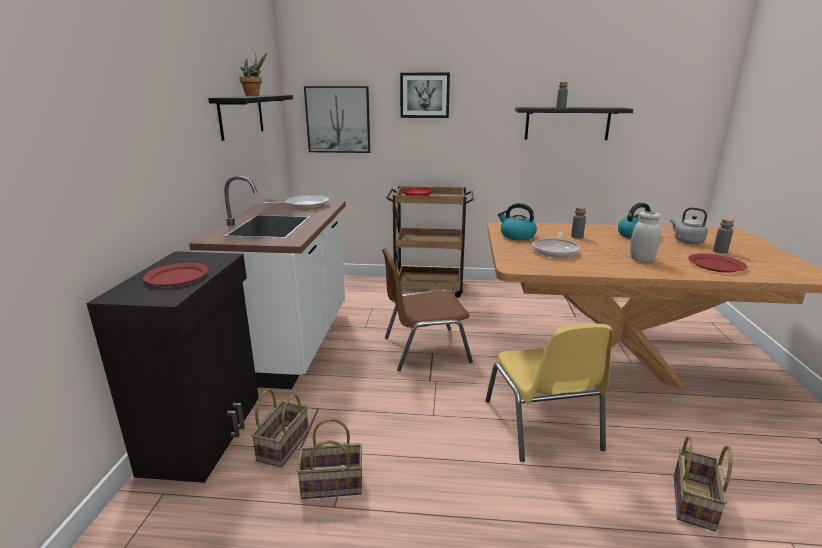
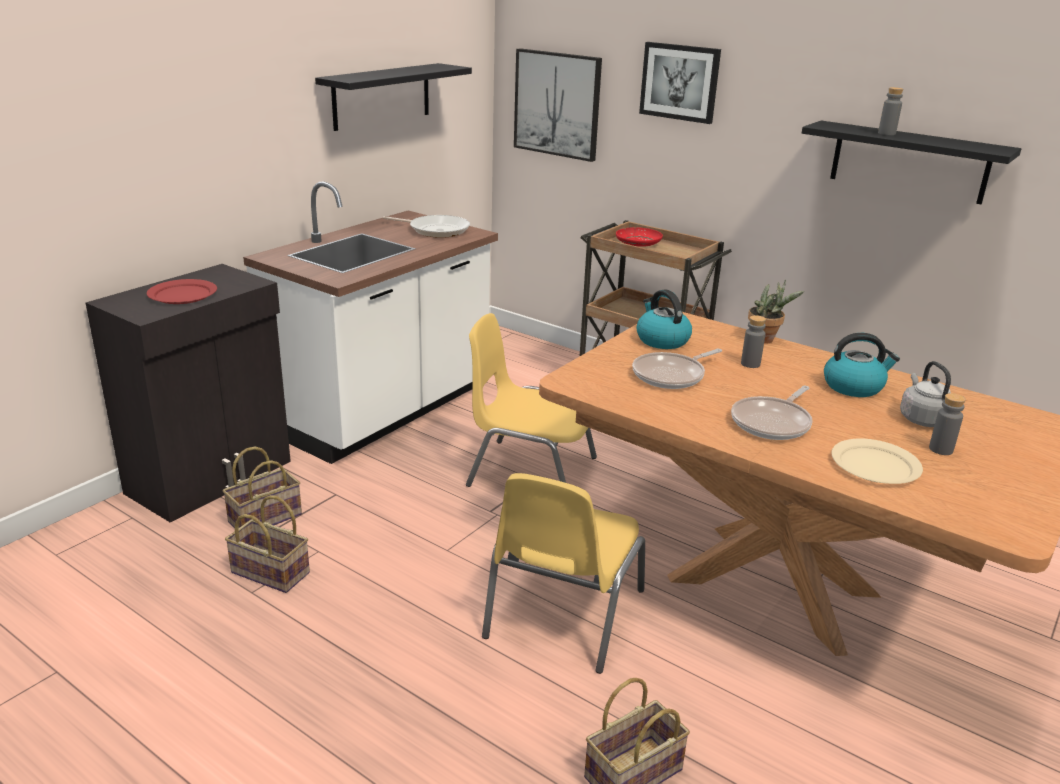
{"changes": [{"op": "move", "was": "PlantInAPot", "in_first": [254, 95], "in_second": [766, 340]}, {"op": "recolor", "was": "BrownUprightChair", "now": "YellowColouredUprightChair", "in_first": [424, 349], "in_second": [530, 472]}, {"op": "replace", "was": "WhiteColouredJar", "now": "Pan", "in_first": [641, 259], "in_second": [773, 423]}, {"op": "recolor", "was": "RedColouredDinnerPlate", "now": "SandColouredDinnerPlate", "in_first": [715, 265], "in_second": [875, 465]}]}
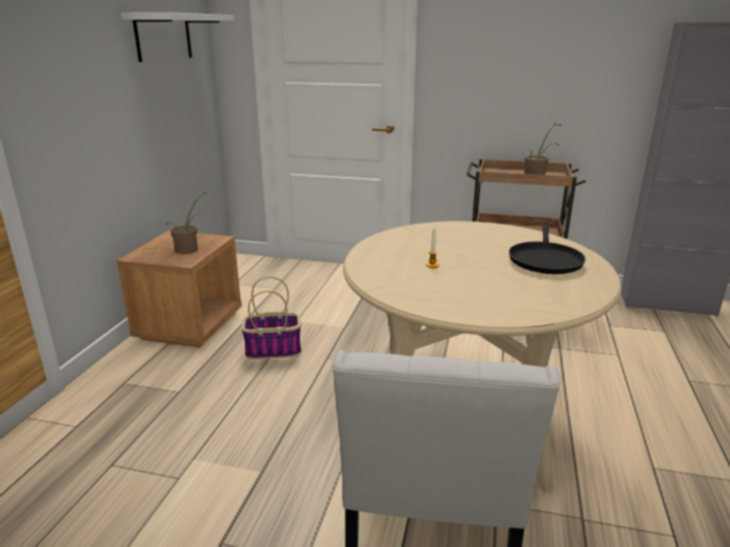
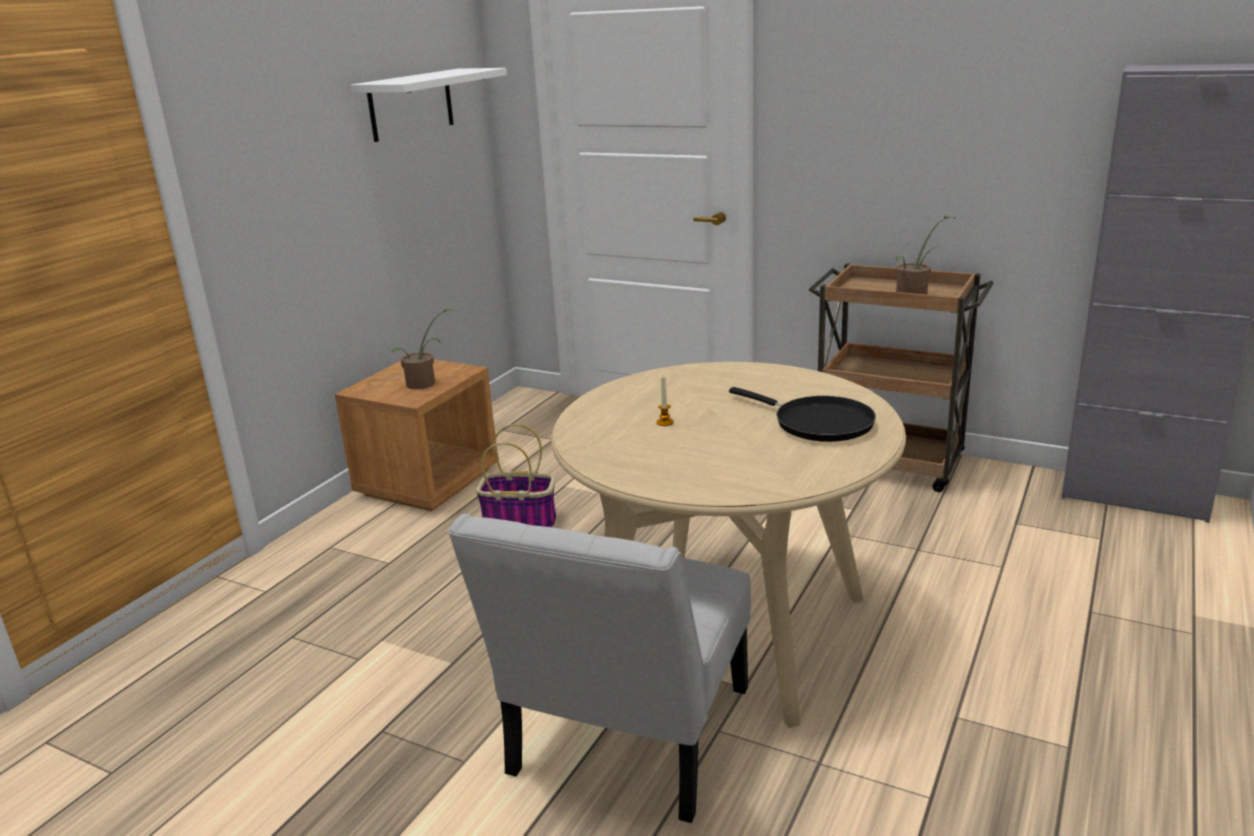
{"changes": [{"op": "rotate", "was": "BlackColouredPan", "in_first": [545, 260], "in_second": [817, 423], "clockwise": -75}]}
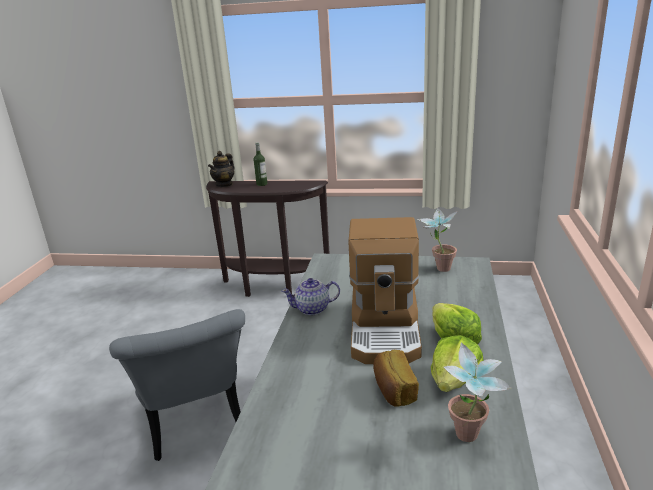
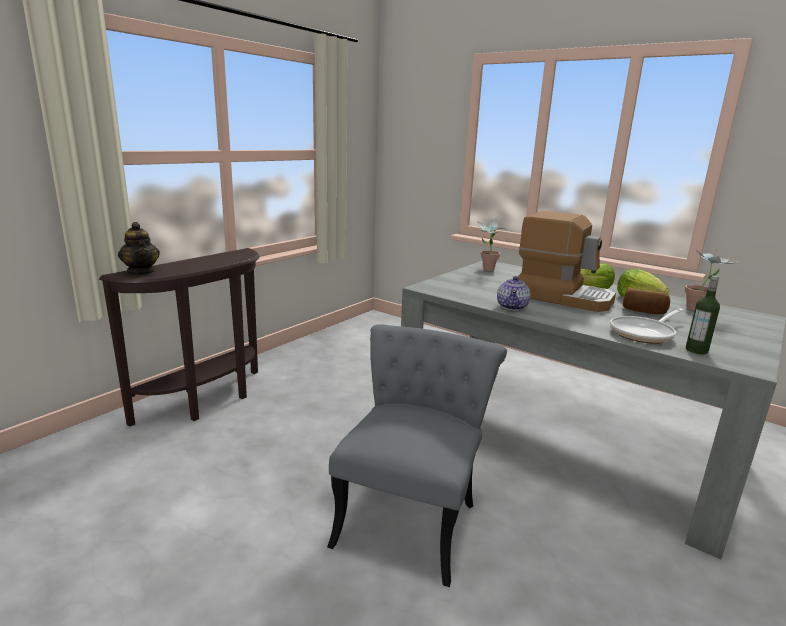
{"changes": [{"op": "rotate", "was": "GrayUprightChair", "in_first": [197, 426], "in_second": [412, 514], "clockwise": -75}, {"op": "move", "was": "Bottle", "in_first": [262, 184], "in_second": [696, 350]}, {"op": "insert", "now": "Pan", "in_second": [644, 333]}]}
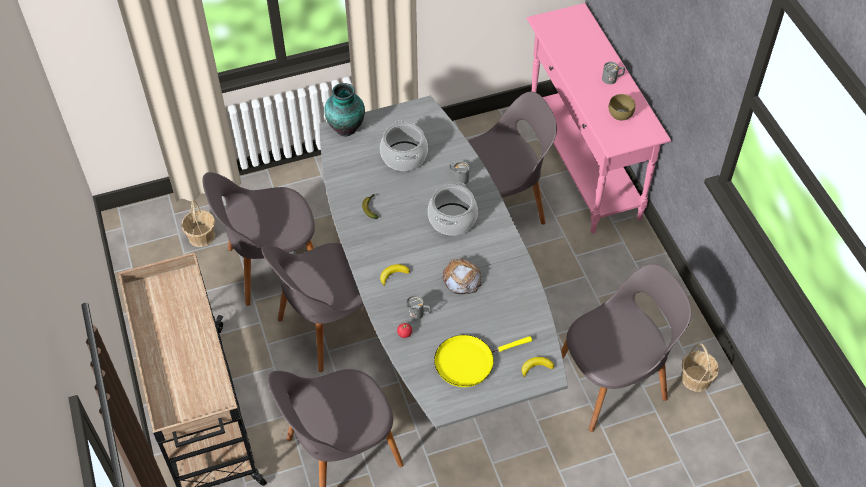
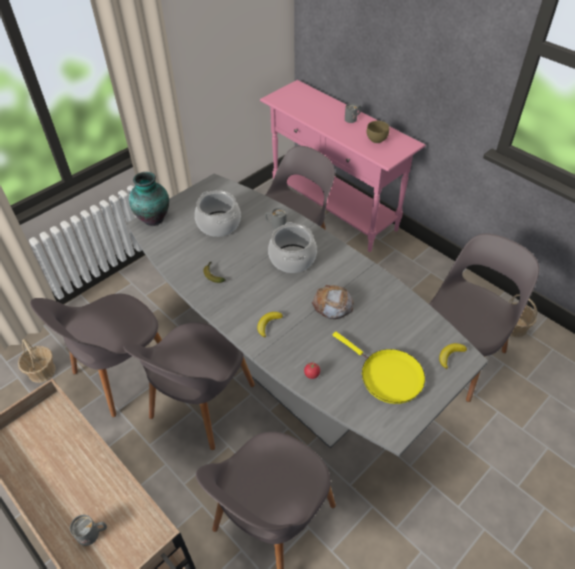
{"changes": [{"op": "move", "was": "GrayMug", "in_first": [419, 314], "in_second": [93, 533]}, {"op": "rotate", "was": "YellowColouredPan", "in_first": [468, 361], "in_second": [387, 376], "clockwise": -90}]}
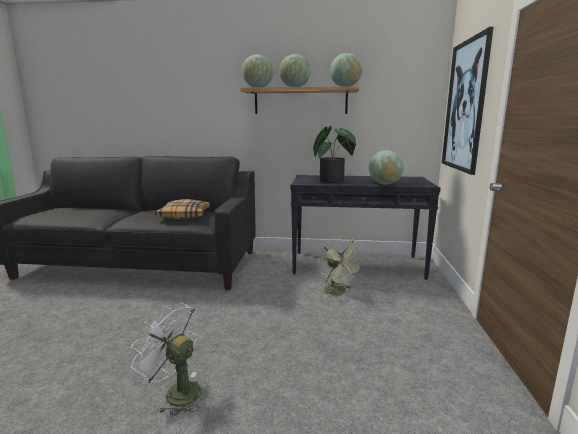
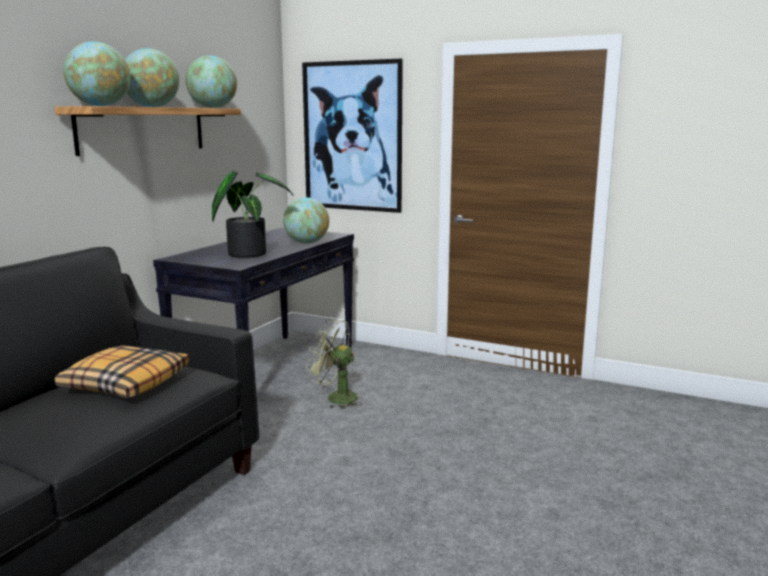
{"changes": [{"op": "delete", "was": "WhiteColouredElectricFan", "in_first": [176, 392]}, {"op": "rotate", "was": "GreenColouredElectricFan", "in_first": [338, 292], "in_second": [335, 398], "clockwise": -150}]}
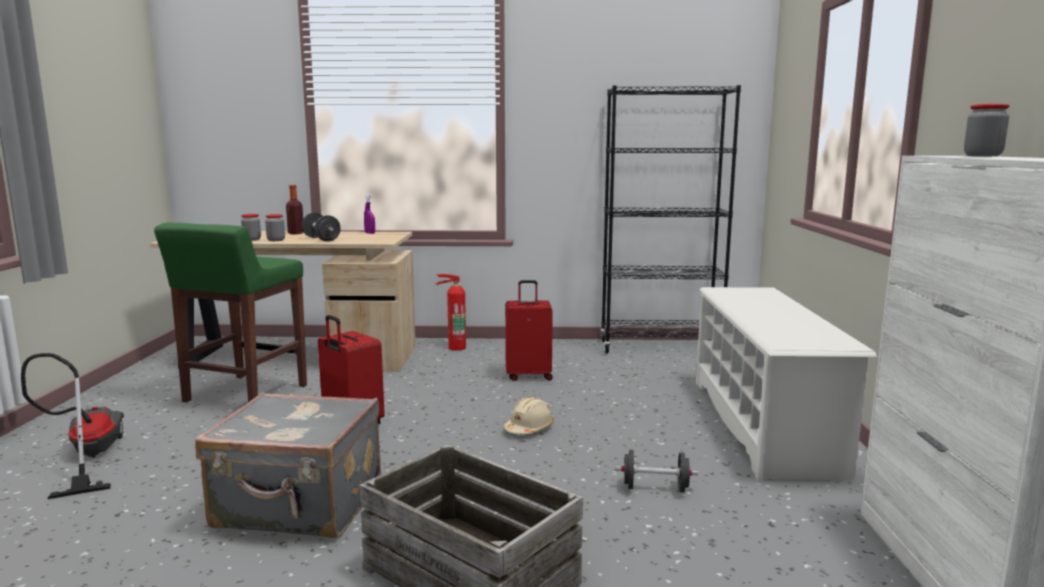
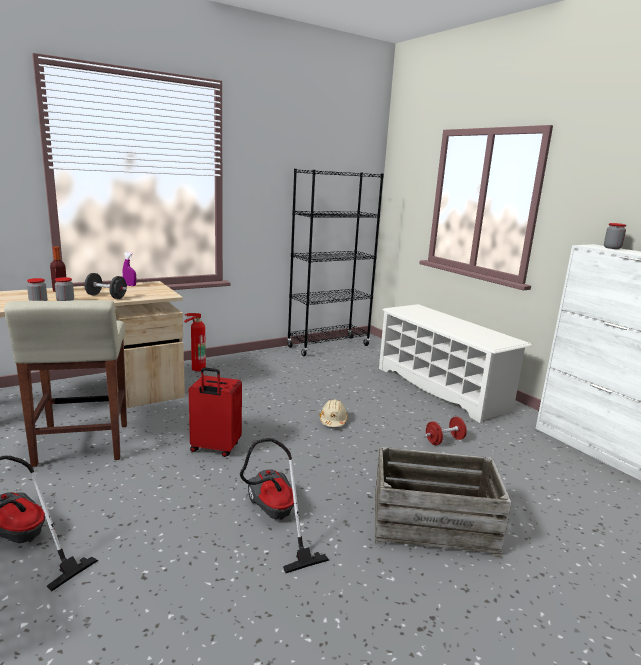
{"changes": [{"op": "recolor", "was": "GreenColouredSittingStool", "now": "SandColouredSittingStool", "in_first": [244, 394], "in_second": [82, 445]}, {"op": "replace", "was": "GrayPieceOfLuggage", "now": "Hoover", "in_first": [300, 506], "in_second": [274, 519]}, {"op": "delete", "was": "RedColouredPieceOfLuggage", "in_first": [529, 375]}, {"op": "recolor", "was": "BlackColouredDumbbell", "now": "RedColouredDumbbell", "in_first": [655, 488], "in_second": [444, 440]}]}
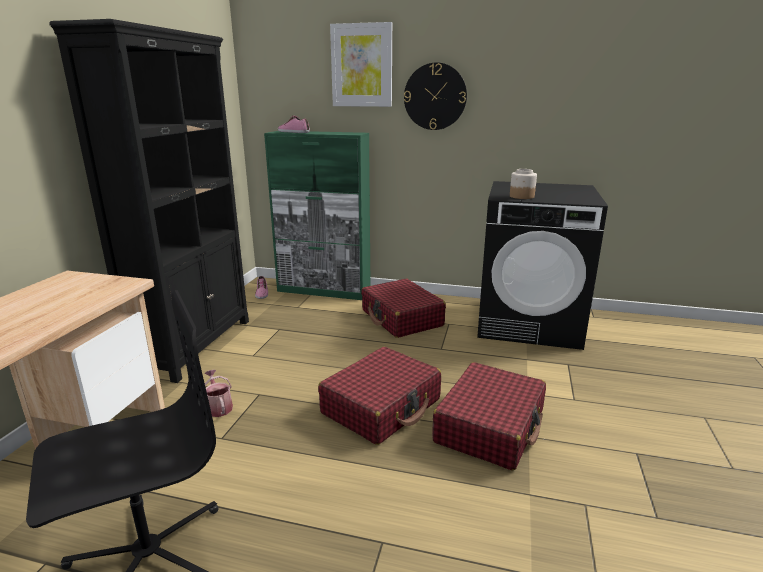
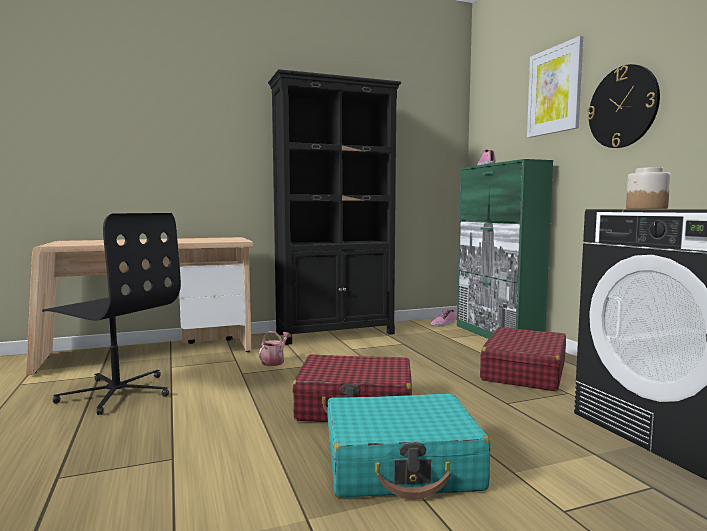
{"changes": [{"op": "recolor", "was": "RedColouredPieceOfLuggage", "now": "TurquoiseColouredPieceOfLuggage", "in_first": [490, 427], "in_second": [402, 465]}]}
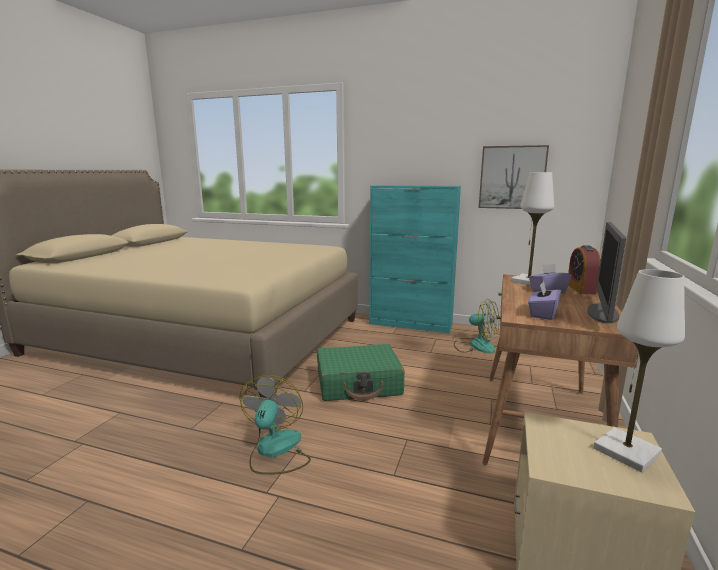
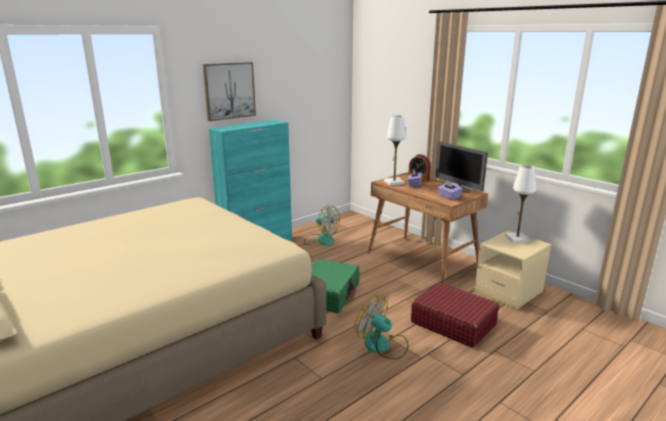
{"changes": [{"op": "rotate", "was": "ElectricFan", "in_first": [475, 345], "in_second": [321, 240], "clockwise": 60}, {"op": "move", "was": "Picture", "in_first": [512, 177], "in_second": [229, 90]}, {"op": "insert", "now": "RedColouredPieceOfLuggage", "in_second": [453, 323]}]}
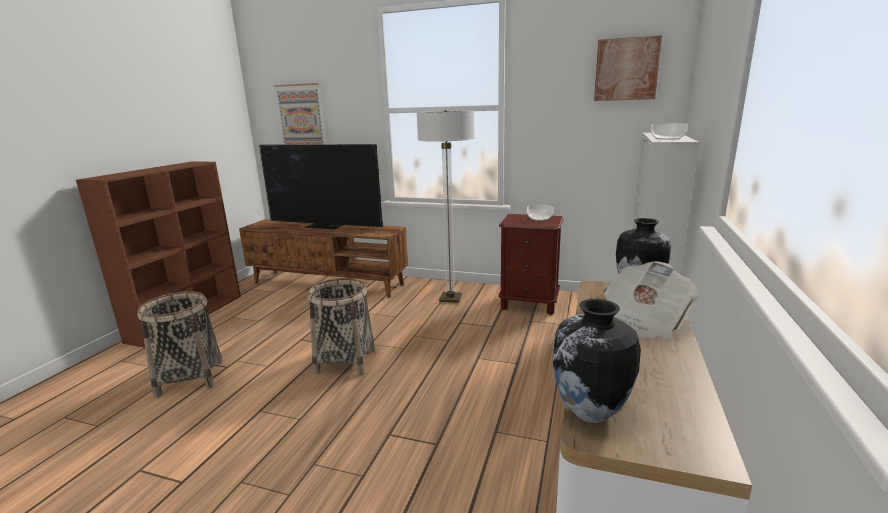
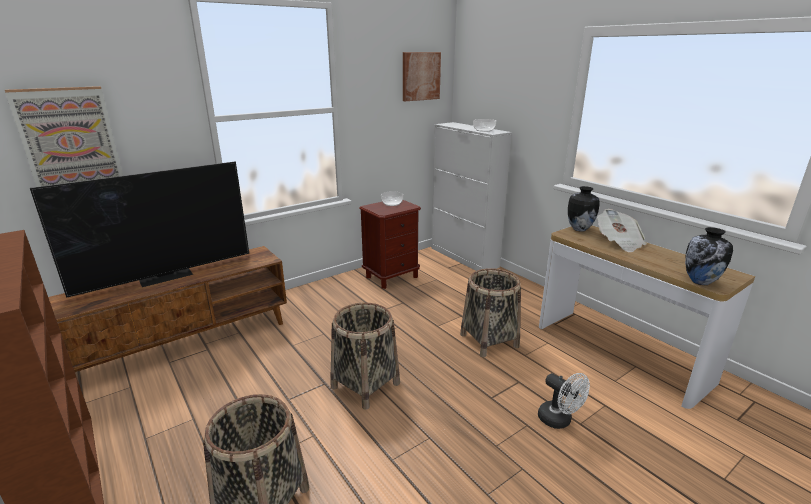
{"changes": [{"op": "delete", "was": "StandardLamp", "in_first": [450, 298]}, {"op": "insert", "now": "Basket", "in_second": [489, 340]}, {"op": "insert", "now": "WhiteColouredElectricFan", "in_second": [559, 420]}]}
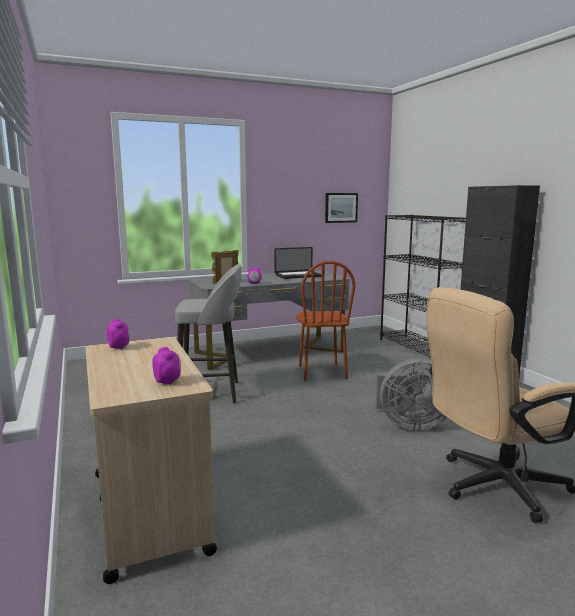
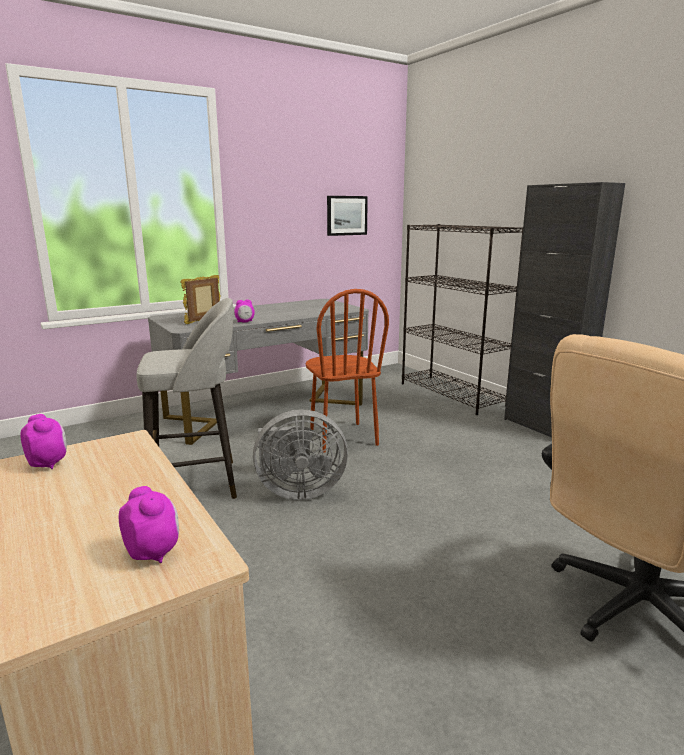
{"changes": [{"op": "delete", "was": "NotebookComputer", "in_first": [298, 276]}, {"op": "move", "was": "GrayElectricFan", "in_first": [410, 424], "in_second": [297, 491]}]}
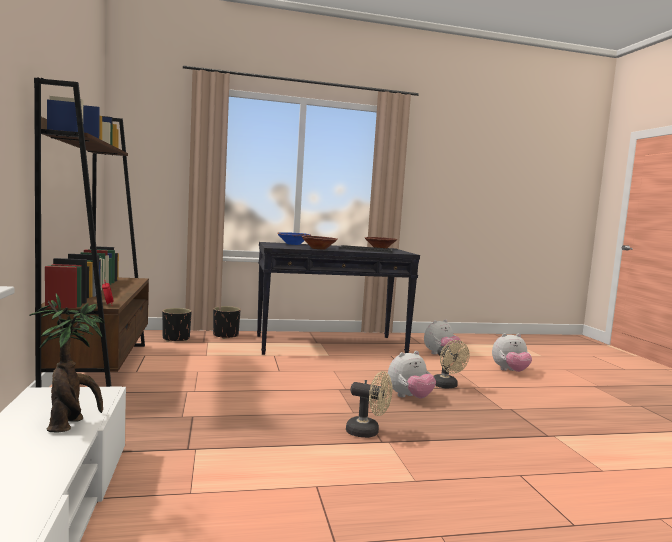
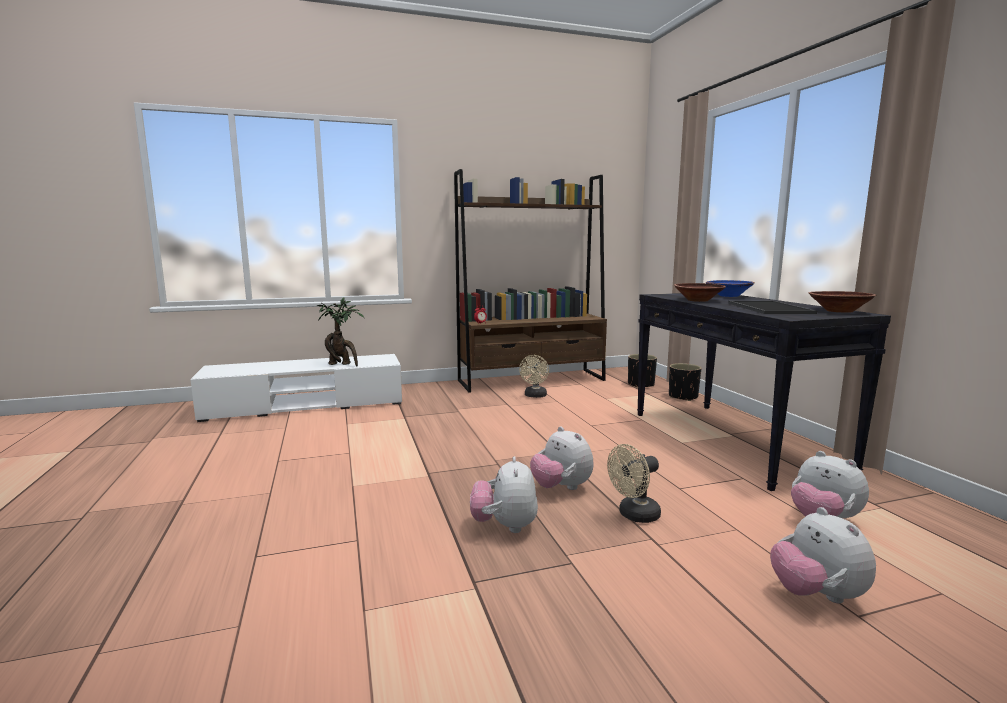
{"changes": [{"op": "move", "was": "SandColouredElectricFan", "in_first": [368, 432], "in_second": [535, 396]}, {"op": "insert", "now": "CuddlyToy", "in_second": [505, 526]}]}
